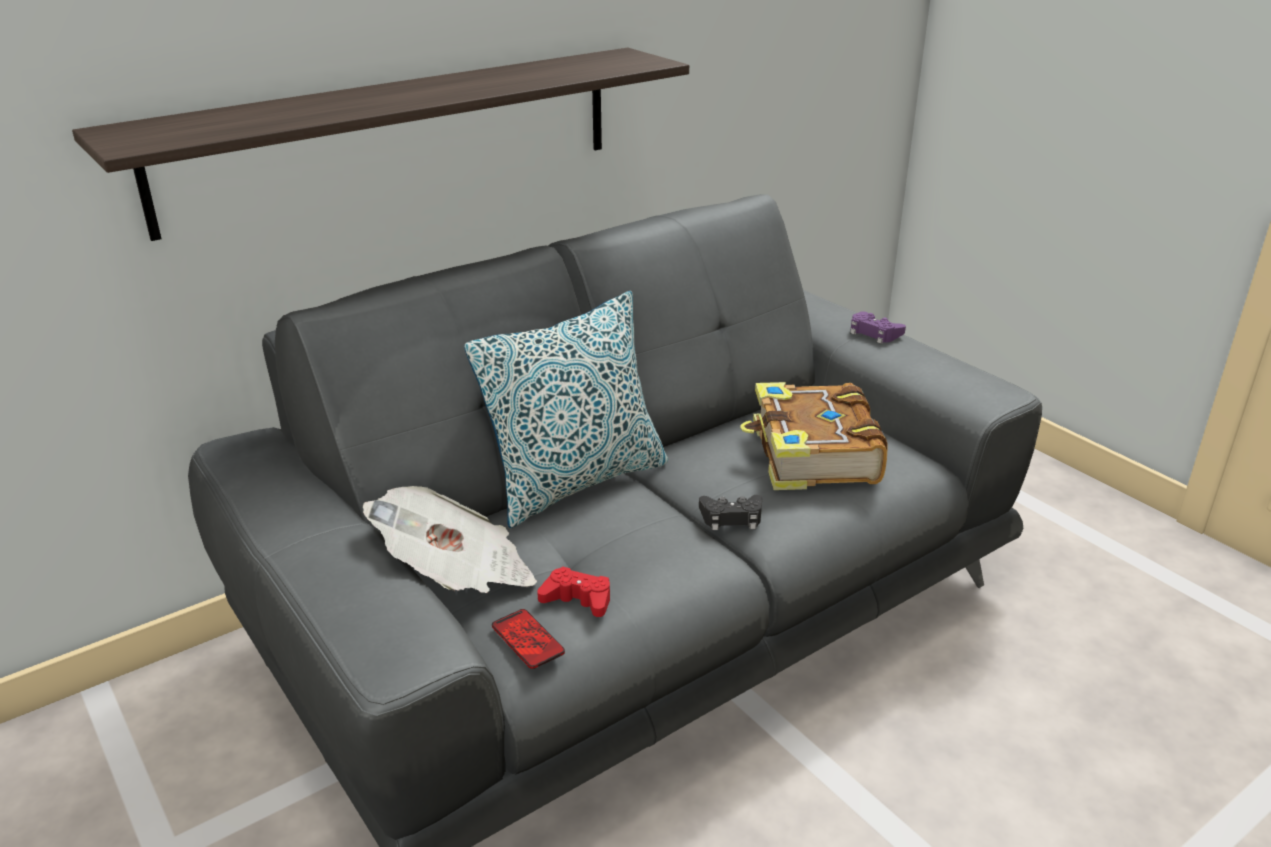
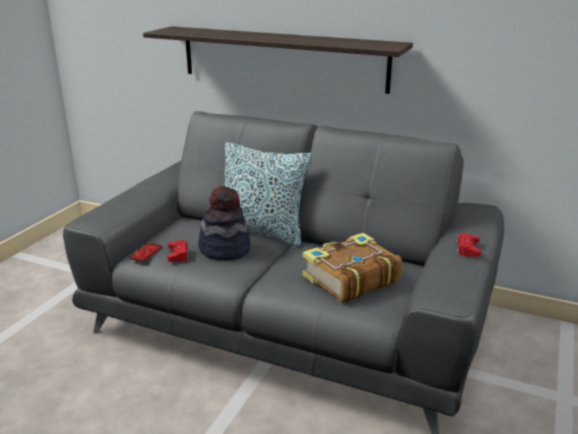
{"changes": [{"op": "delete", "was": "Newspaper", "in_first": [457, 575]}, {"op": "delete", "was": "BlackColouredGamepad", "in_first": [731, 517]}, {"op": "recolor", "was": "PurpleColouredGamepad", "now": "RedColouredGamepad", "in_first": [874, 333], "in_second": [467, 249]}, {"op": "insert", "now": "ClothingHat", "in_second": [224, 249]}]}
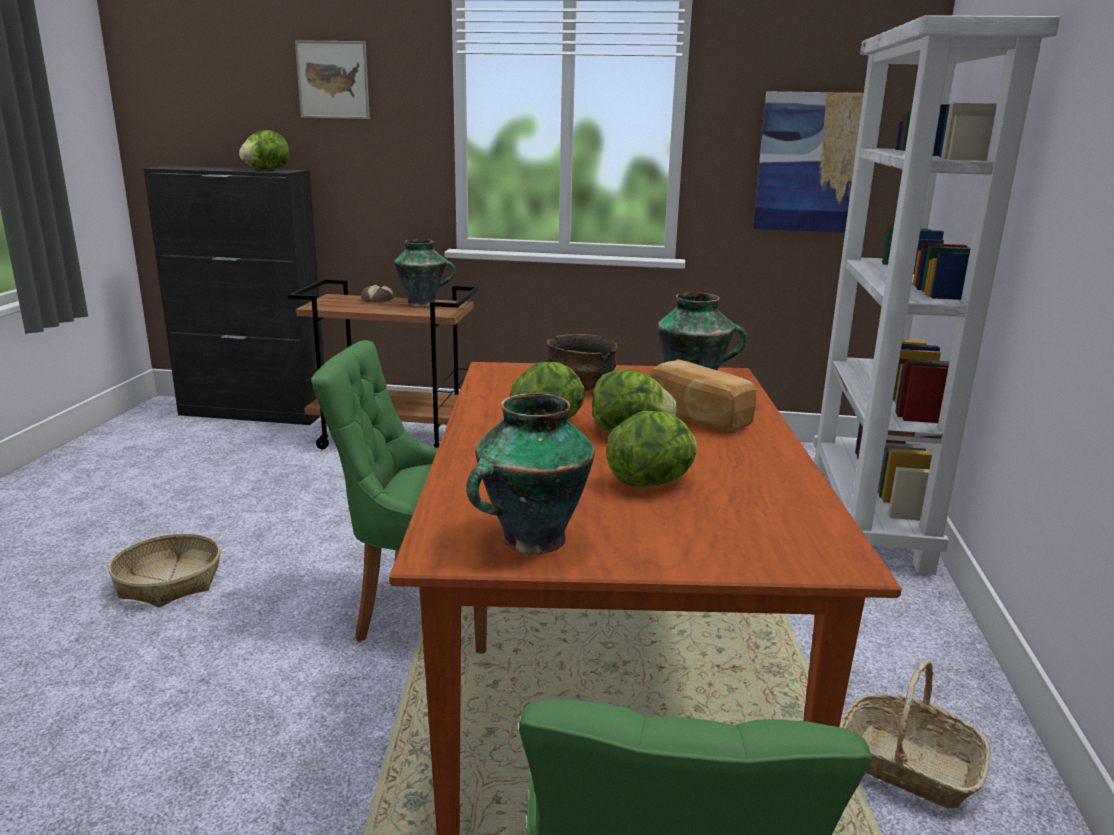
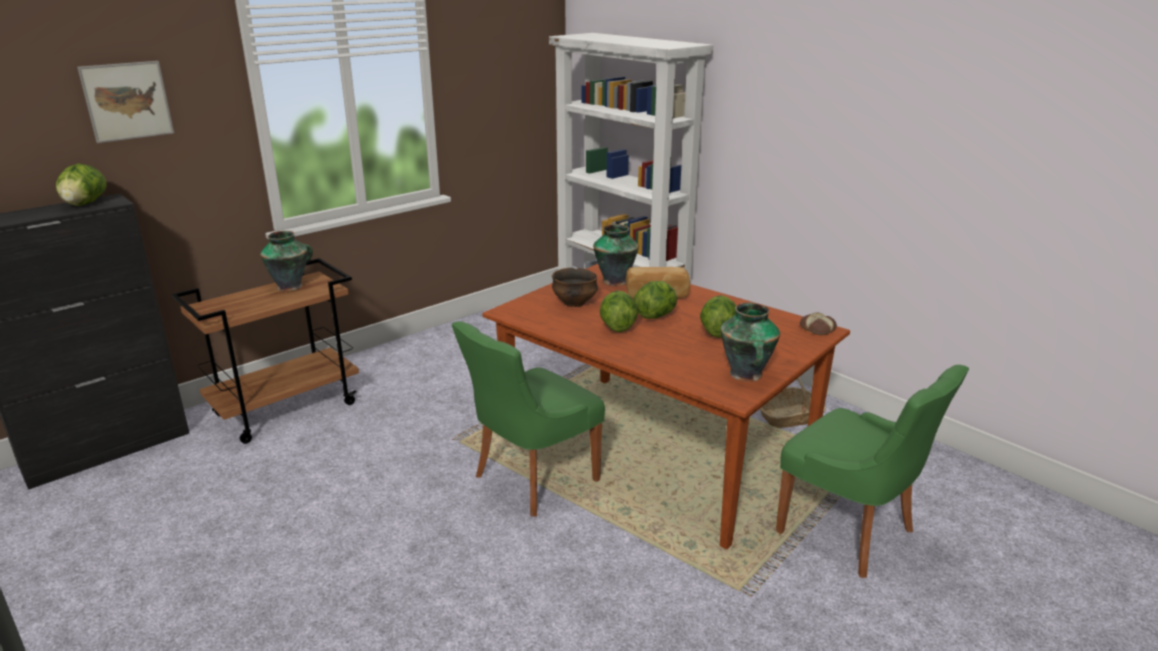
{"changes": [{"op": "delete", "was": "Basket", "in_first": [169, 582]}, {"op": "move", "was": "BakedBread", "in_first": [379, 300], "in_second": [818, 328]}, {"op": "delete", "was": "Picture", "in_first": [809, 163]}]}
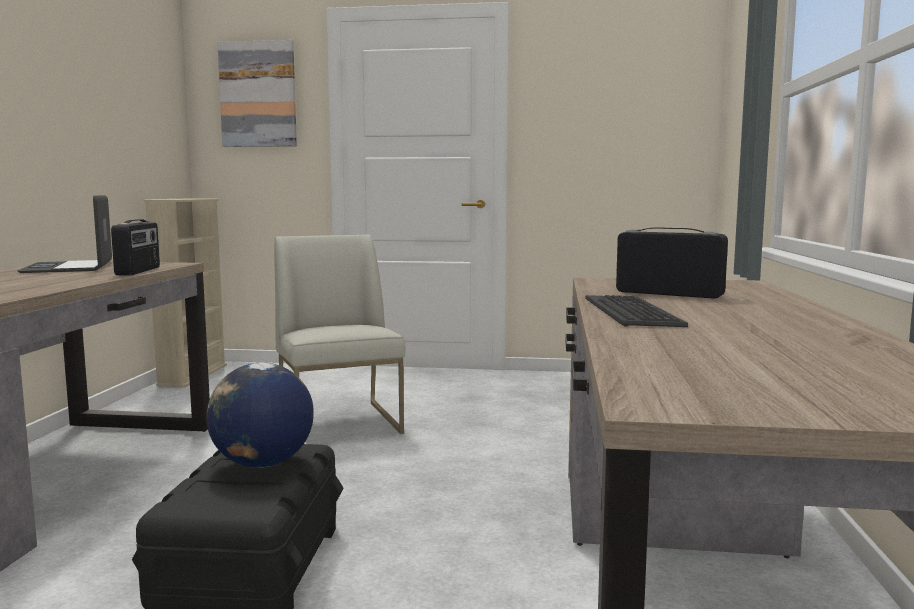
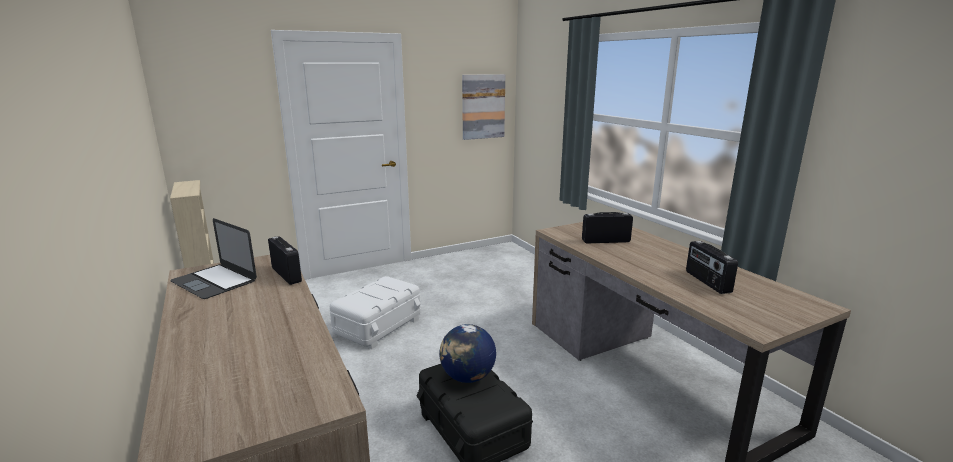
{"changes": [{"op": "move", "was": "Picture", "in_first": [258, 94], "in_second": [483, 106]}, {"op": "replace", "was": "WhiteColouredUprightChair", "now": "WhiteColouredStorageContainer", "in_first": [340, 423], "in_second": [378, 326]}, {"op": "delete", "was": "Keyboard", "in_first": [632, 312]}, {"op": "insert", "now": "Radio", "in_second": [707, 282]}]}
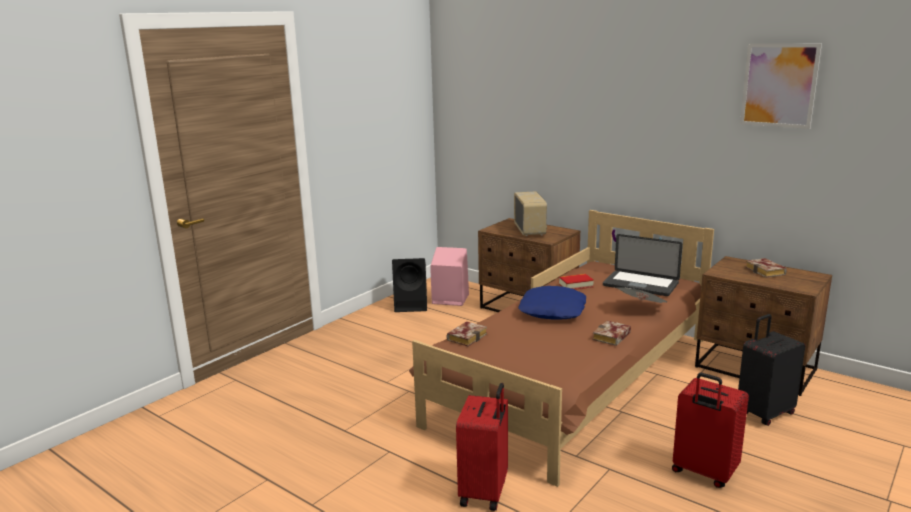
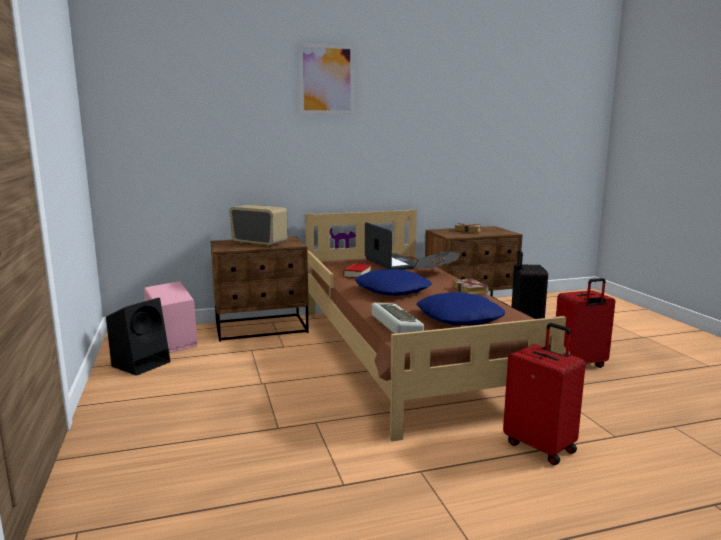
{"changes": [{"op": "replace", "was": "Volume", "now": "Keyboard", "in_first": [467, 337], "in_second": [394, 324]}, {"op": "rotate", "was": "NotebookComputer", "in_first": [640, 284], "in_second": [392, 263], "clockwise": -90}, {"op": "move", "was": "Picture", "in_first": [779, 85], "in_second": [326, 79]}, {"op": "insert", "now": "BluishCushion", "in_second": [458, 318]}]}
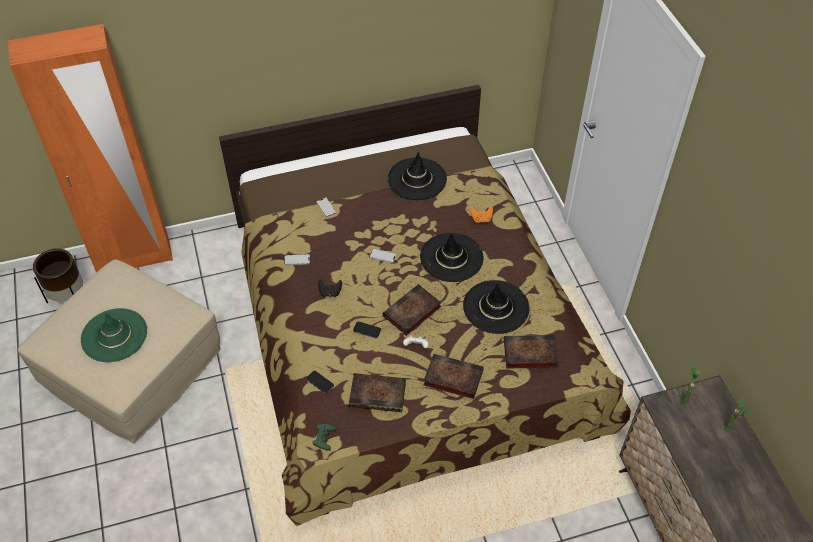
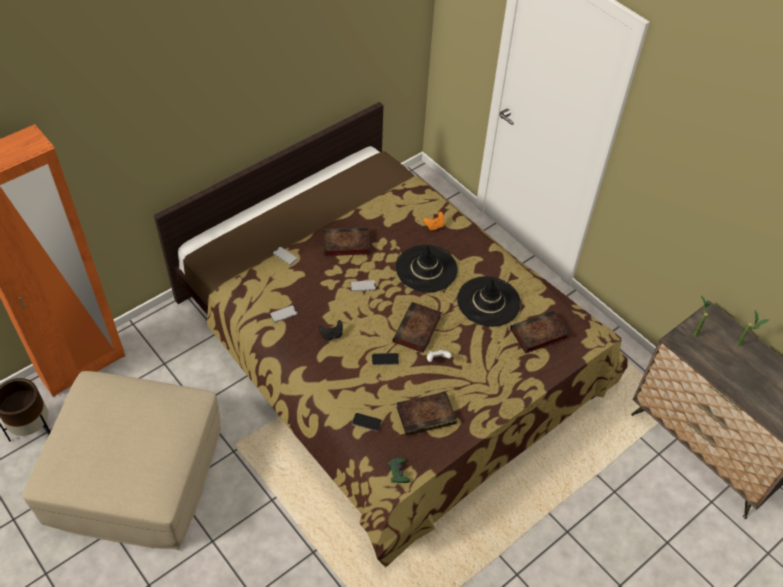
{"changes": [{"op": "delete", "was": "GreenColouredClothingHat", "in_first": [114, 335]}, {"op": "delete", "was": "BlackColouredClothingHat", "in_first": [417, 179]}, {"op": "move", "was": "Volume", "in_first": [451, 378], "in_second": [345, 244]}]}
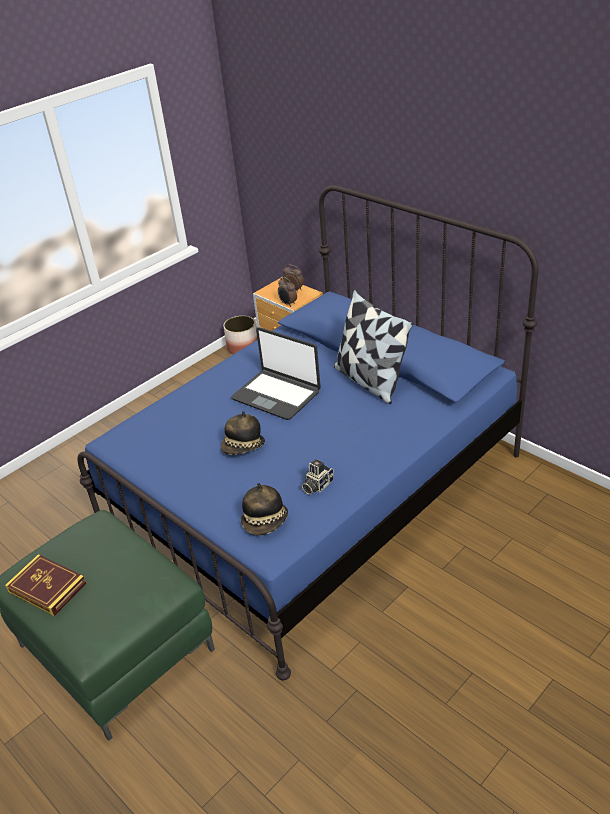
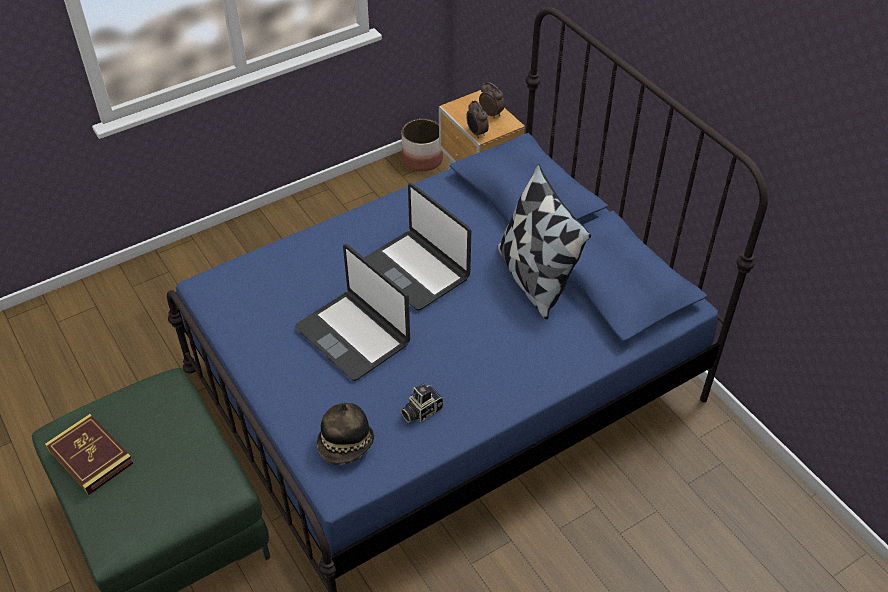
{"changes": [{"op": "replace", "was": "ClothingHat", "now": "NotebookComputer", "in_first": [243, 447], "in_second": [354, 335]}]}
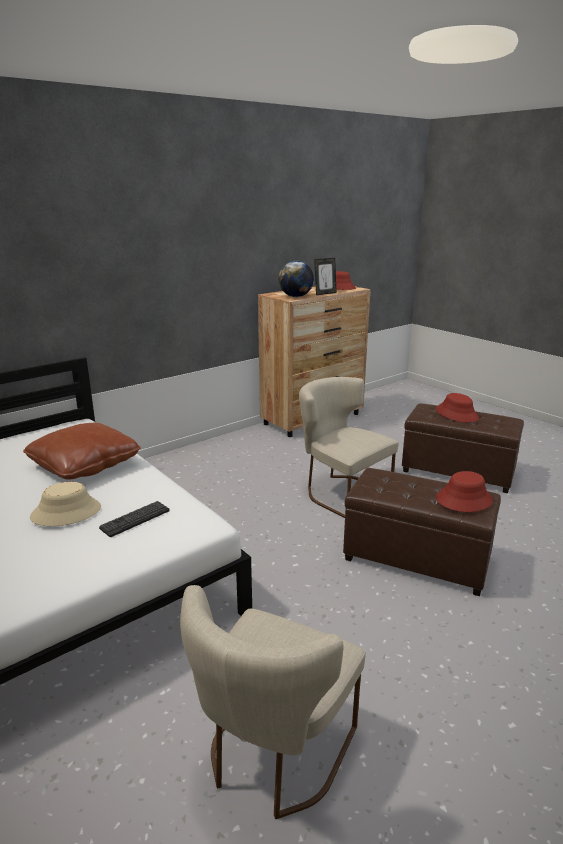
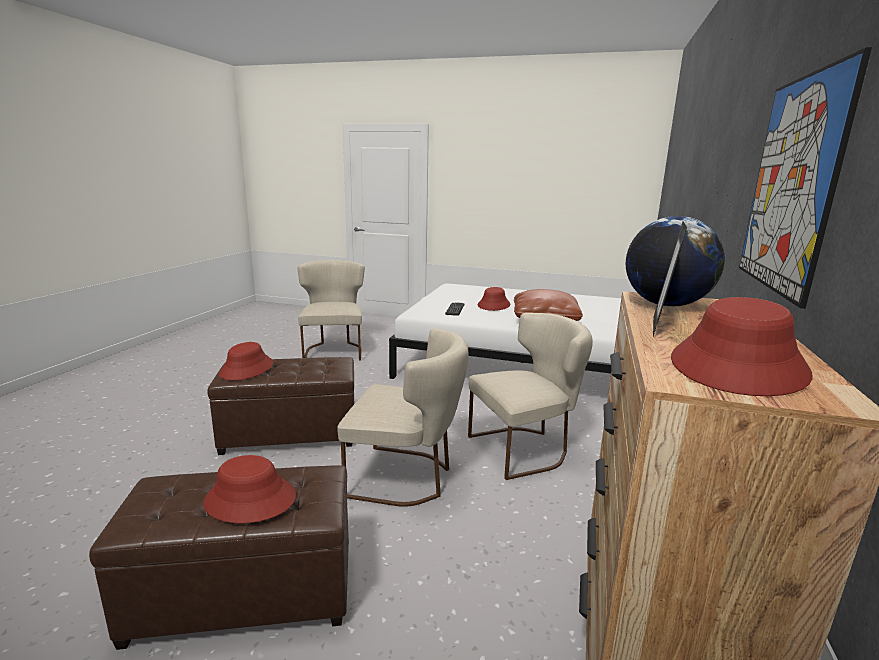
{"changes": [{"op": "recolor", "was": "SandColouredClothingHat", "now": "RedColouredClothingHat", "in_first": [66, 512], "in_second": [494, 305]}, {"op": "insert", "now": "SandColouredUprightChair", "in_second": [525, 449]}, {"op": "insert", "now": "Picture", "in_second": [791, 185]}]}
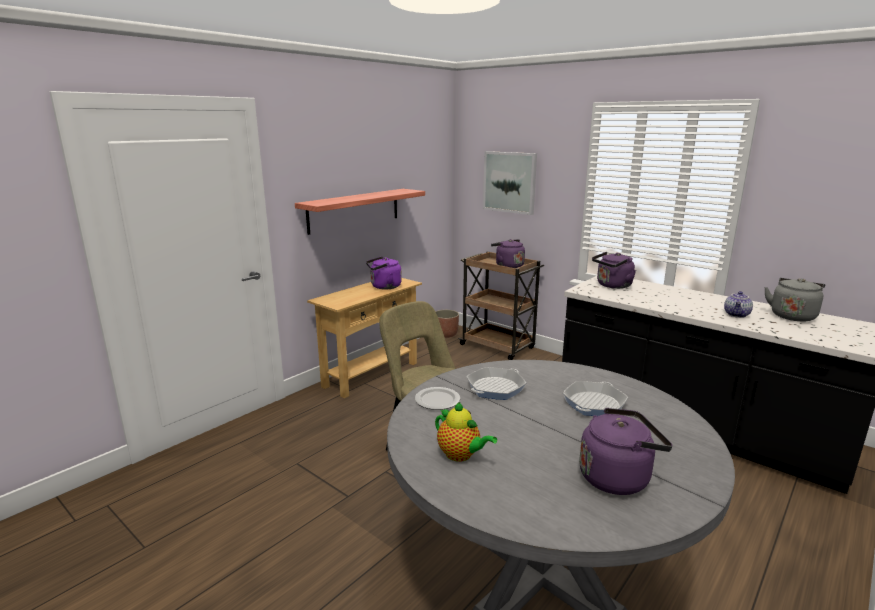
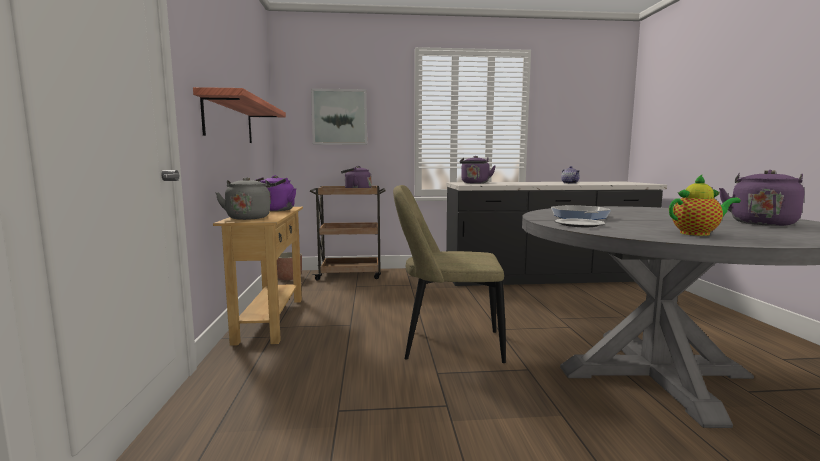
{"changes": [{"op": "delete", "was": "Pan", "in_first": [594, 403]}, {"op": "move", "was": "GrayWaterKettle", "in_first": [792, 315], "in_second": [248, 217]}]}
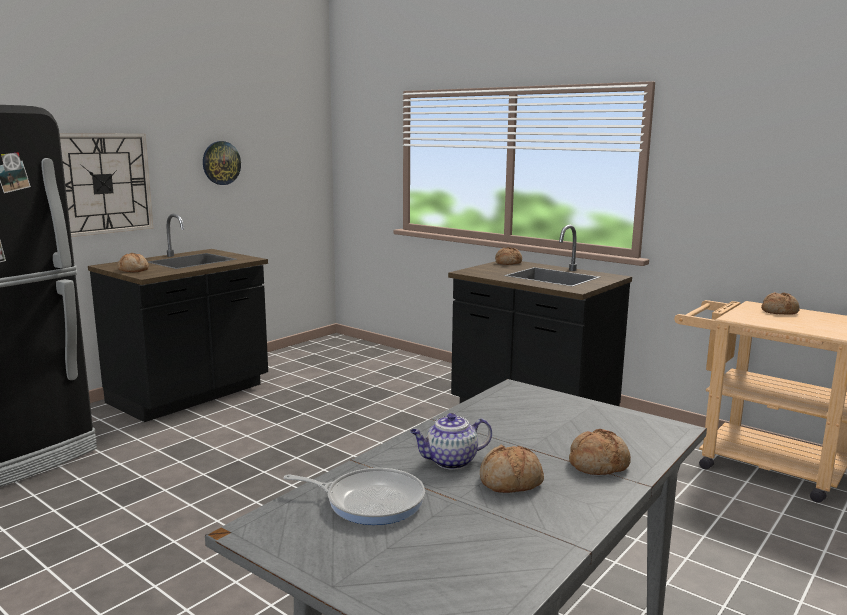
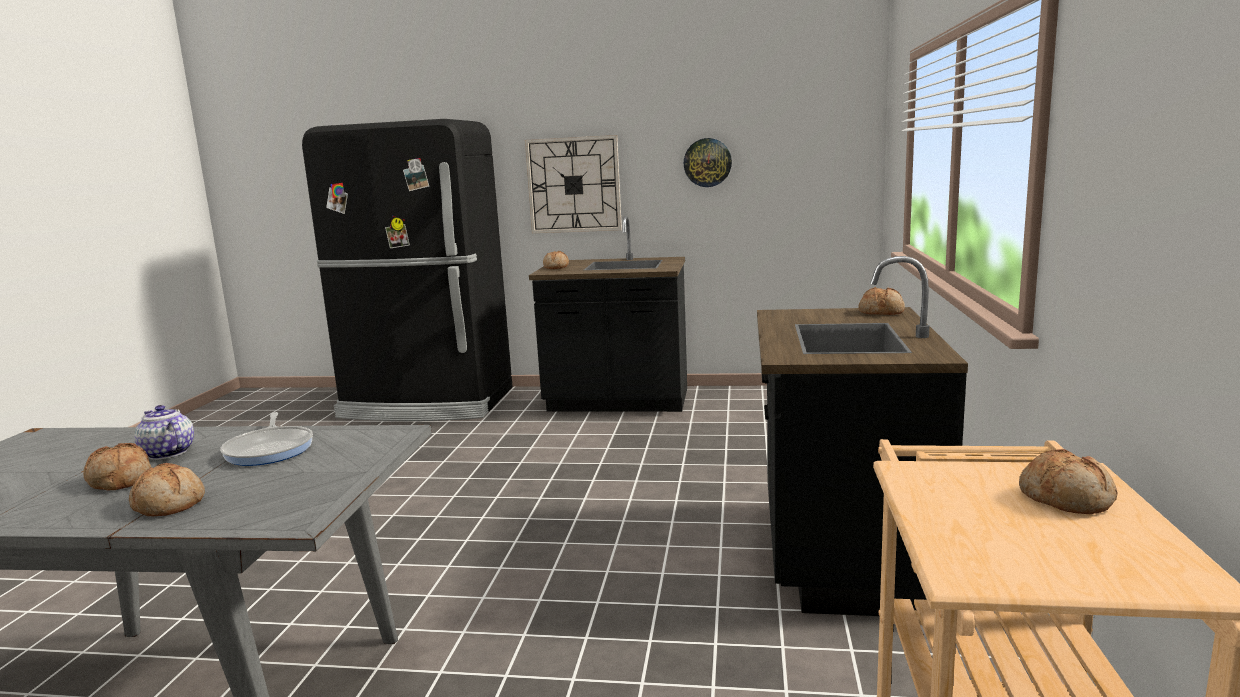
{"changes": [{"op": "move", "was": "Pan", "in_first": [370, 501], "in_second": [270, 449]}]}
